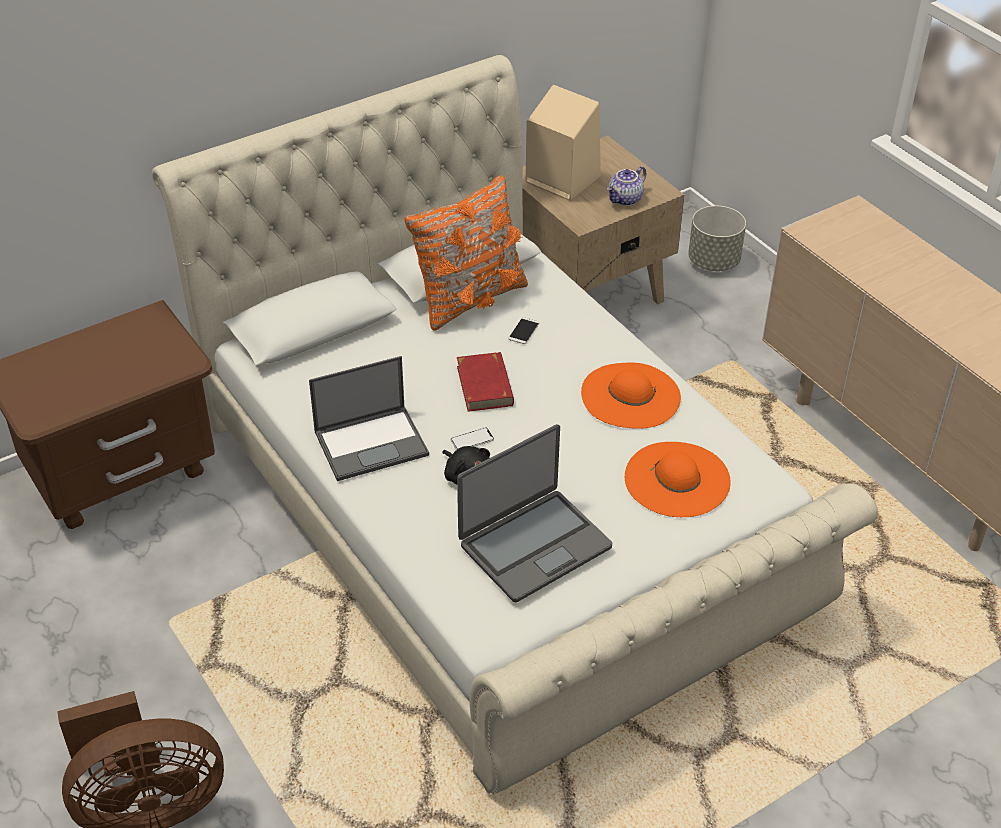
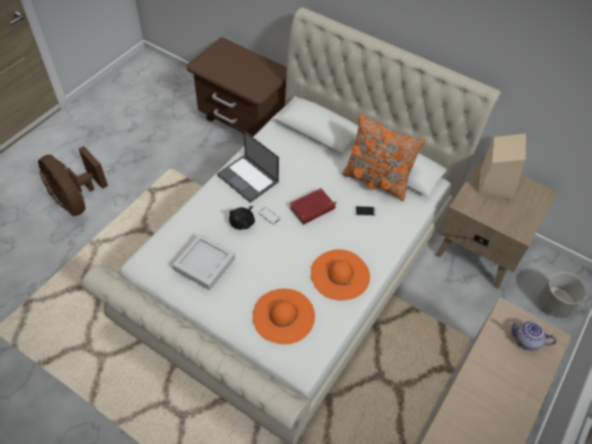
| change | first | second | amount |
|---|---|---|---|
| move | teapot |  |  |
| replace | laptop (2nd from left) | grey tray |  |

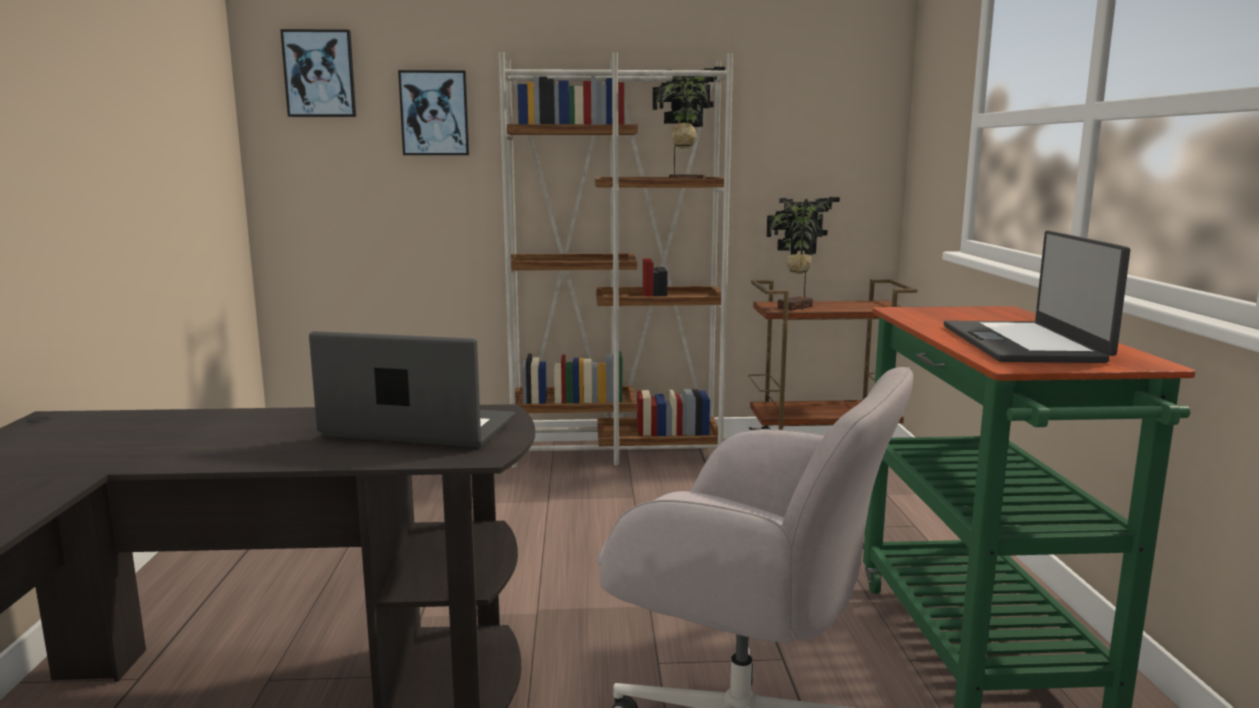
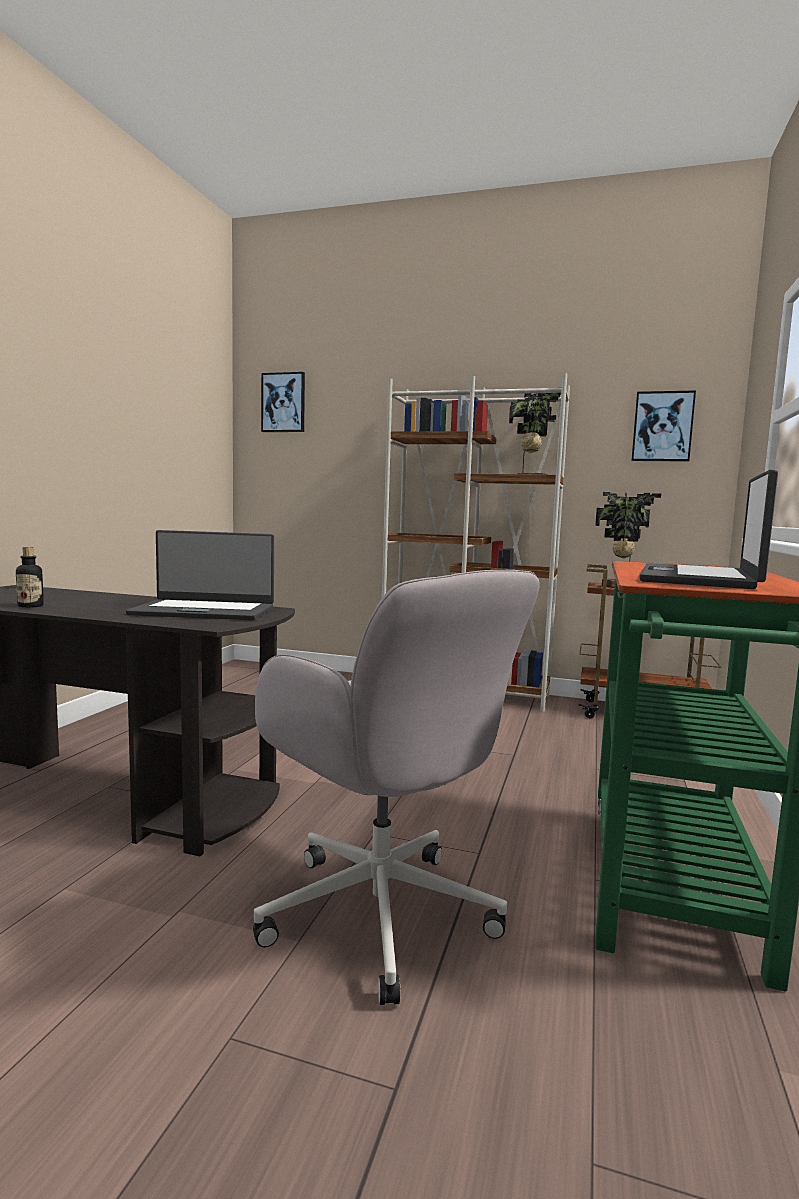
| change | first | second | amount |
|---|---|---|---|
| move | picture (2nd from left) |  |  |
| rotate | laptop (1st from left) |  | 150 degrees clockwise |
| insert |  | bottle |  |

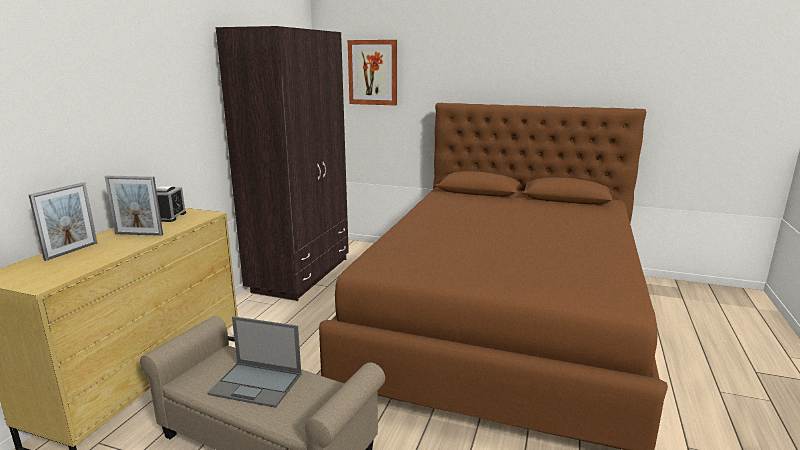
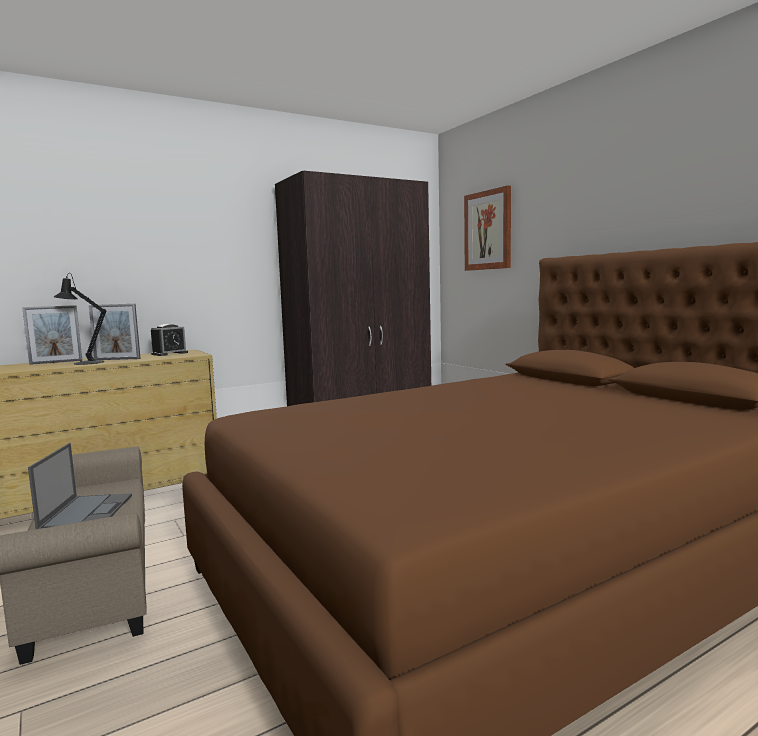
| change | first | second | amount |
|---|---|---|---|
| rotate | picture frame (2nd from left) |  | 45 degrees counterclockwise |
| rotate | laptop |  | 150 degrees counterclockwise |
| insert |  | black table lamp |  |

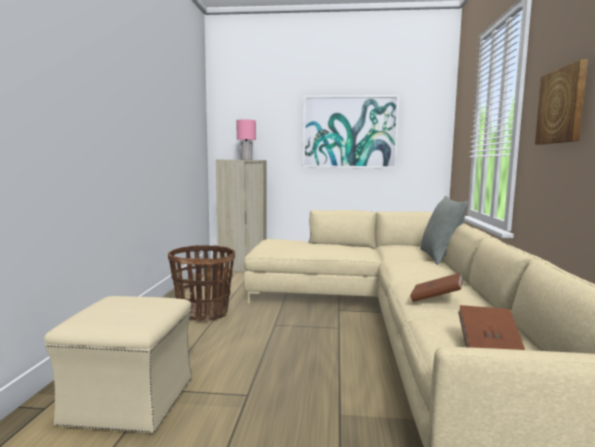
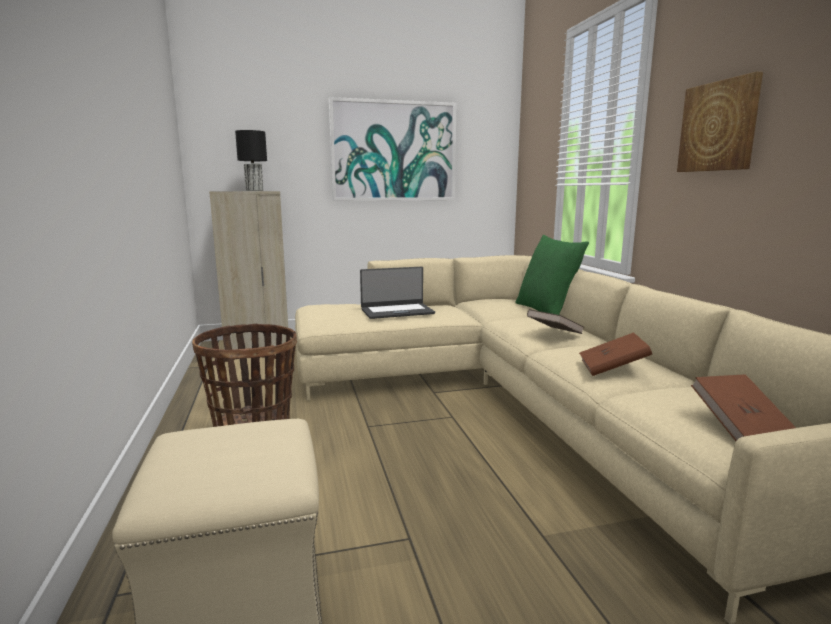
| change | first | second | amount |
|---|---|---|---|
| recolor | pink table lamp | black table lamp |  |
| recolor | grey pillow | green pillow |  |
| insert |  | laptop |  |
| insert |  | brown book (1st from left) |  |

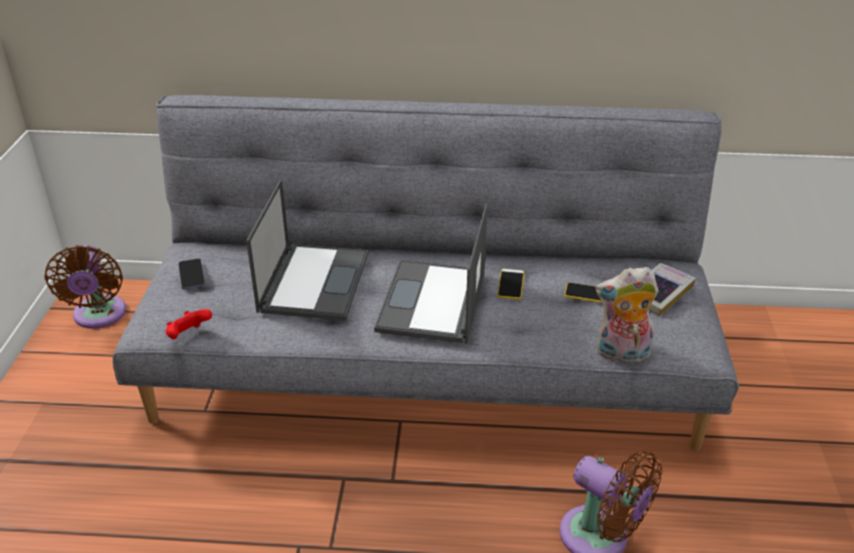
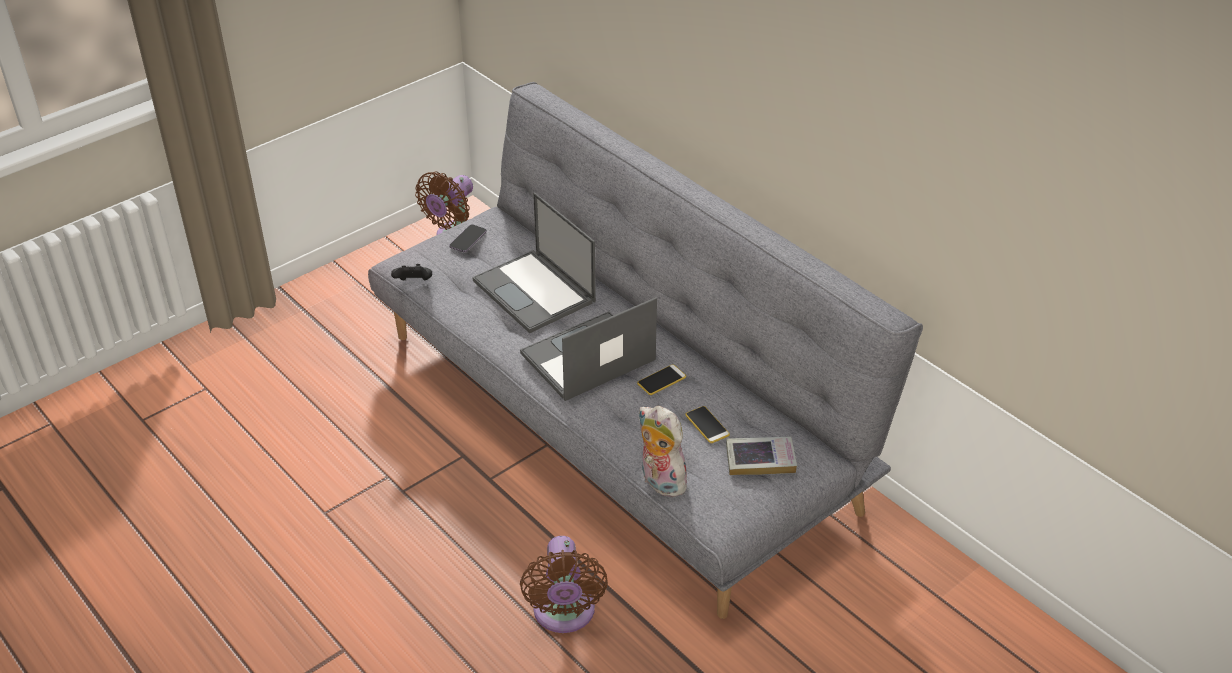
| change | first | second | amount |
|---|---|---|---|
| rotate | laptop (1st from left) |  | 90 degrees clockwise |
| recolor | red game controller | black game controller |  |

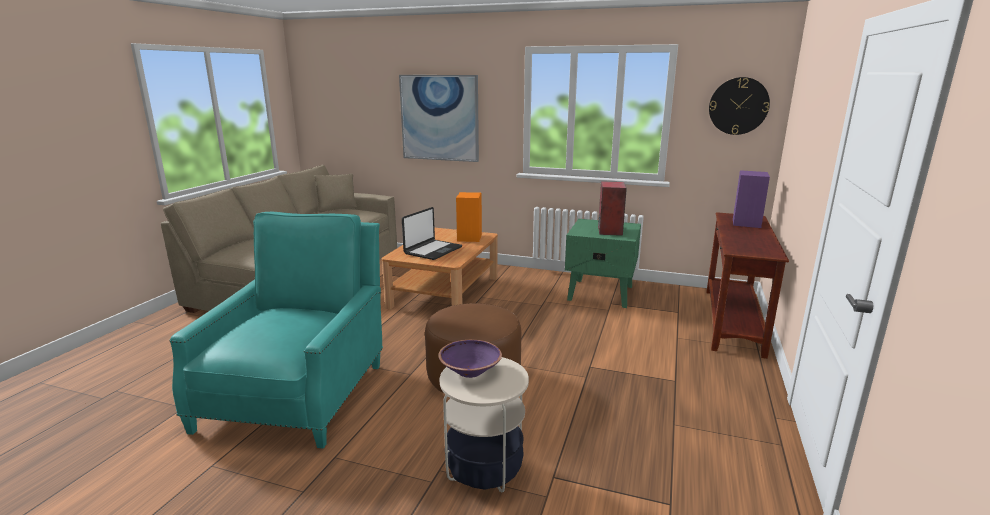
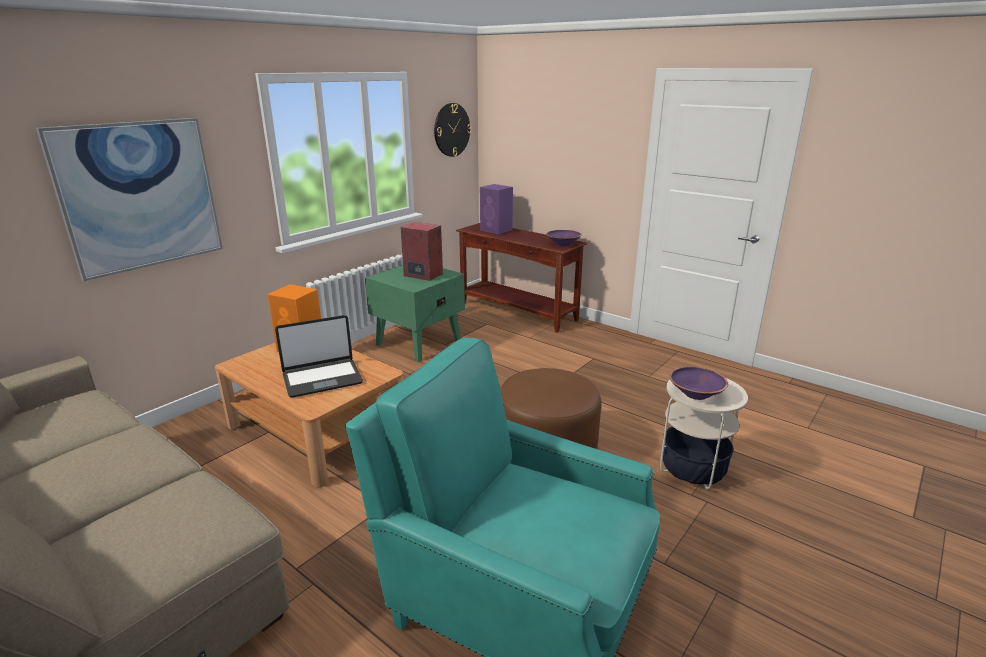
| change | first | second | amount |
|---|---|---|---|
| rotate | laptop |  | 105 degrees clockwise |
| insert |  | purple bowl (1st from left) |  |

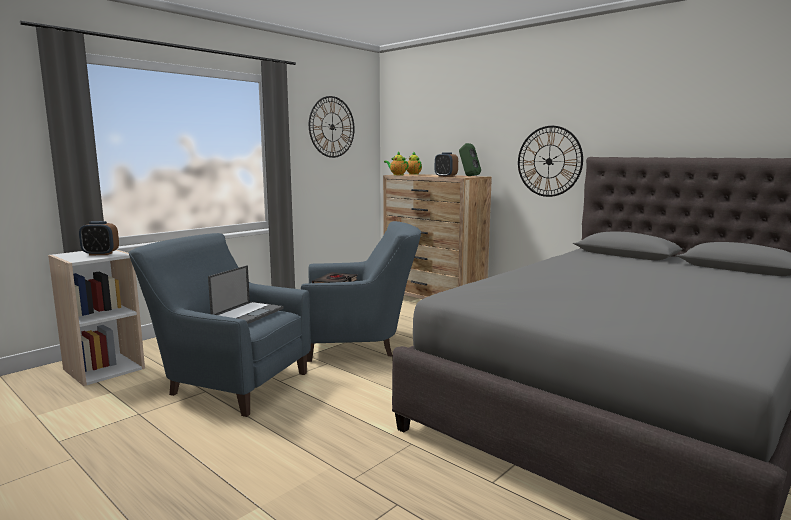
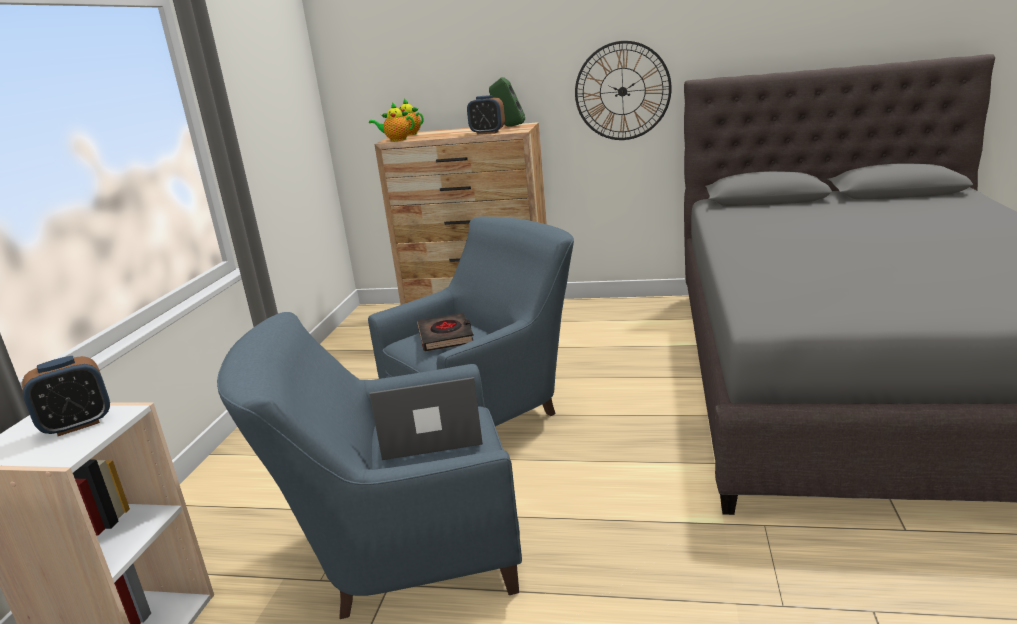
| change | first | second | amount |
|---|---|---|---|
| delete | wall clock (1st from left) |  |  |
| rotate | laptop |  | 90 degrees counterclockwise |

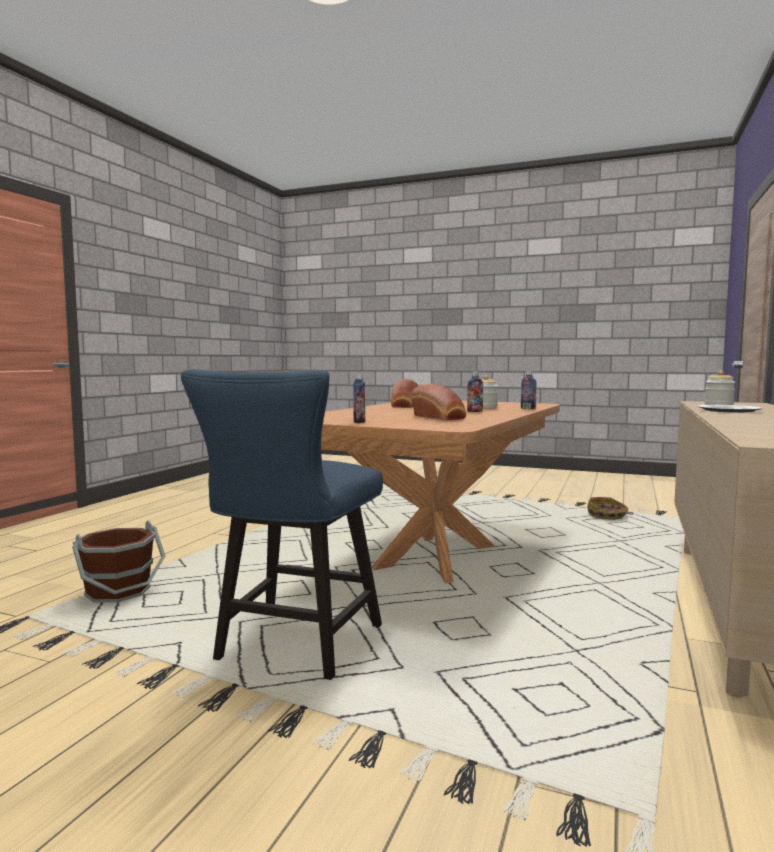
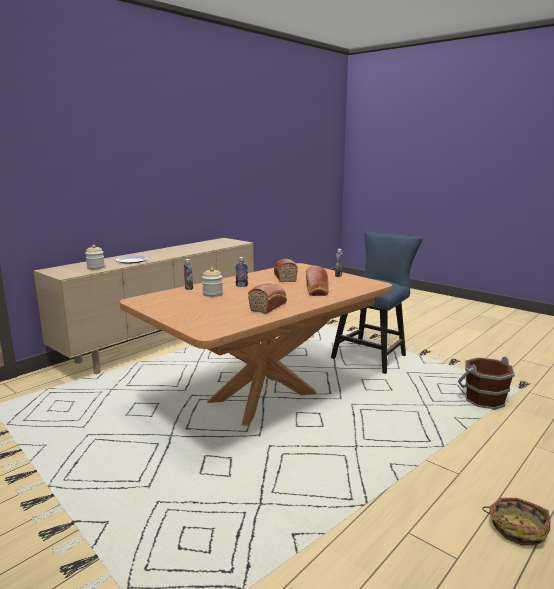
| change | first | second | amount |
|---|---|---|---|
| move | basket |  |  |
| insert |  | bread (3rd from left) |  |

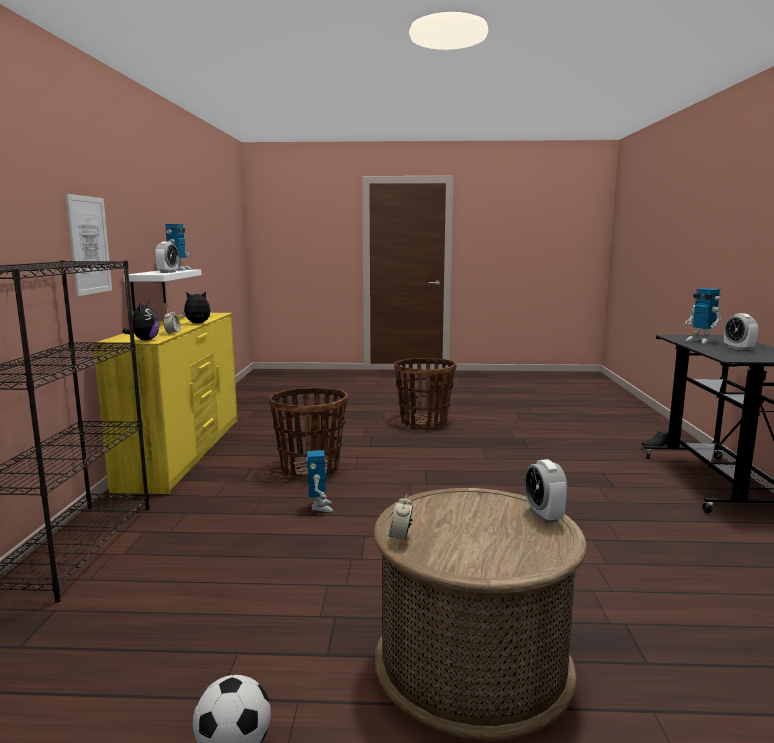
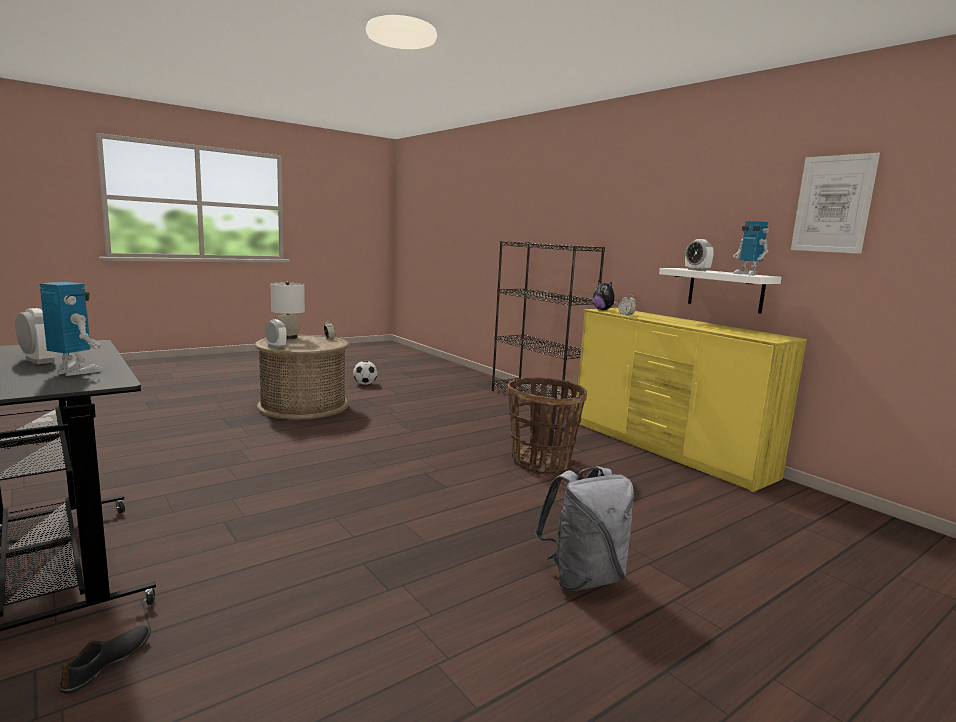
| change | first | second | amount |
|---|---|---|---|
| move | picture |  |  |
| delete | plush toy (2nd from left) |  |  |
| replace | basket (2nd from left) | grey backpack |  |
| delete | toy robot (2nd from left) |  |  |
| insert |  | white table lamp |  |

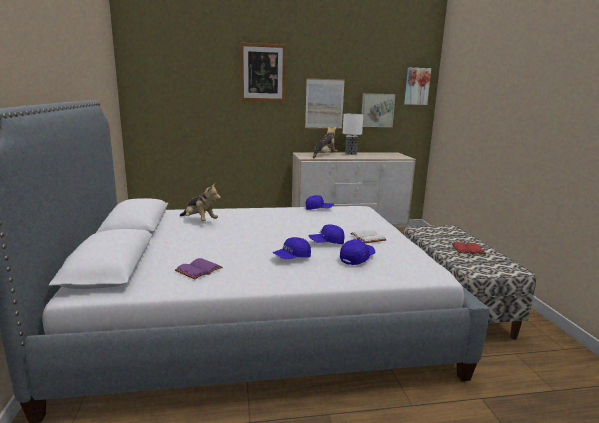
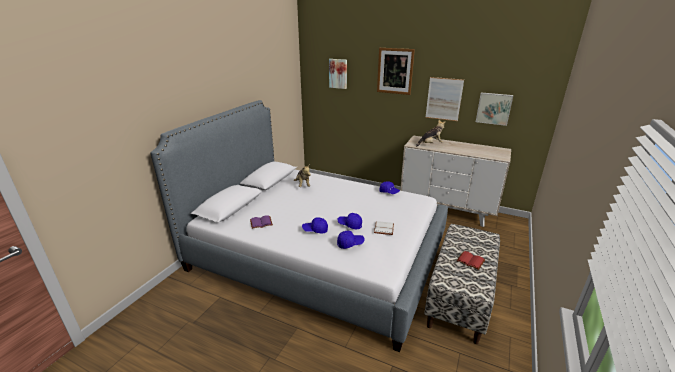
| change | first | second | amount |
|---|---|---|---|
| move | picture (4th from left in the first image) | picture (1st from left) |  |
| delete | table lamp |  |  |

